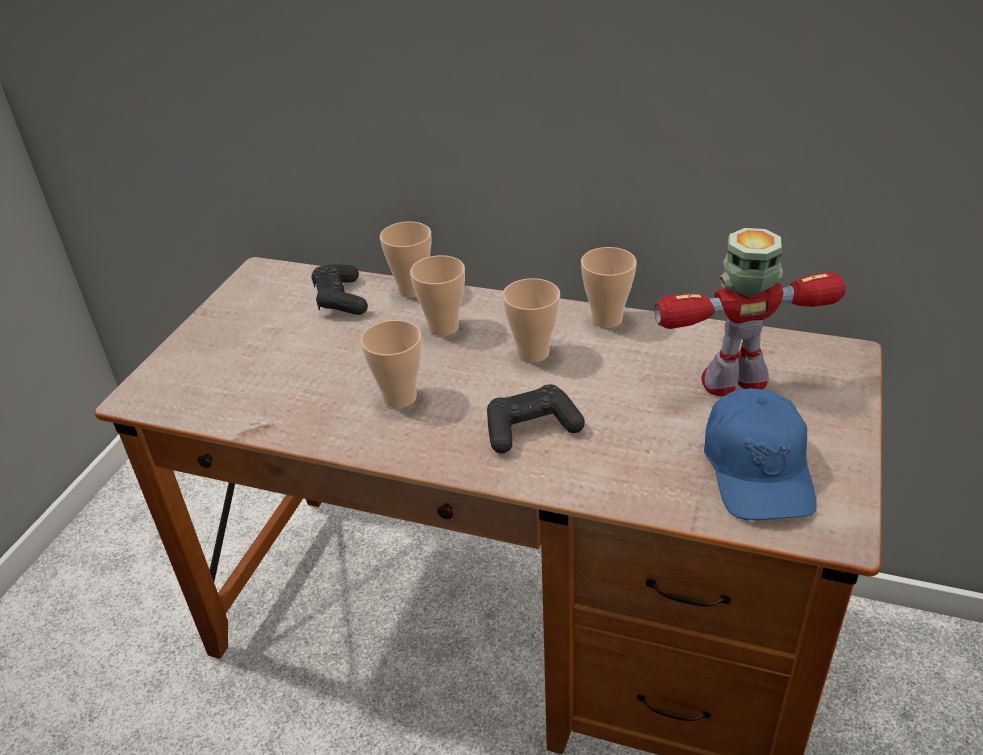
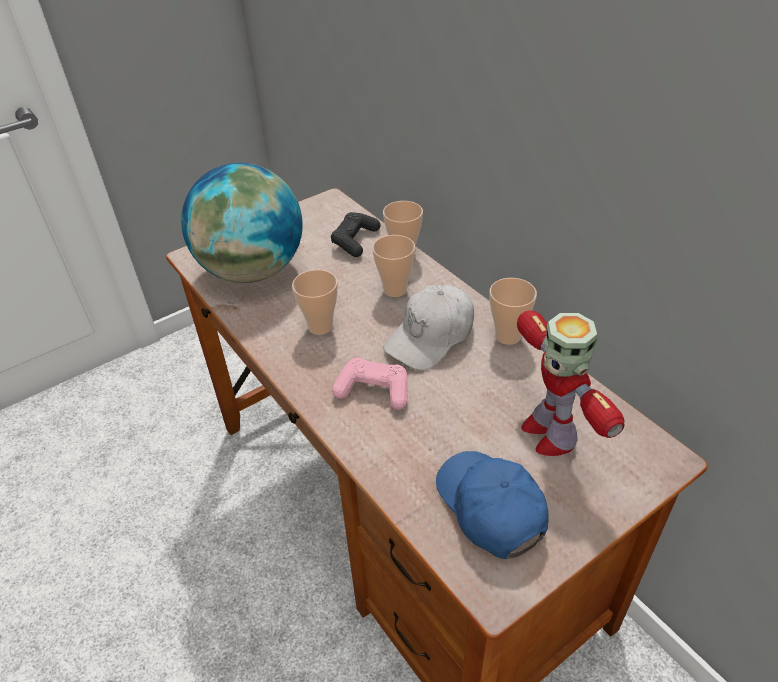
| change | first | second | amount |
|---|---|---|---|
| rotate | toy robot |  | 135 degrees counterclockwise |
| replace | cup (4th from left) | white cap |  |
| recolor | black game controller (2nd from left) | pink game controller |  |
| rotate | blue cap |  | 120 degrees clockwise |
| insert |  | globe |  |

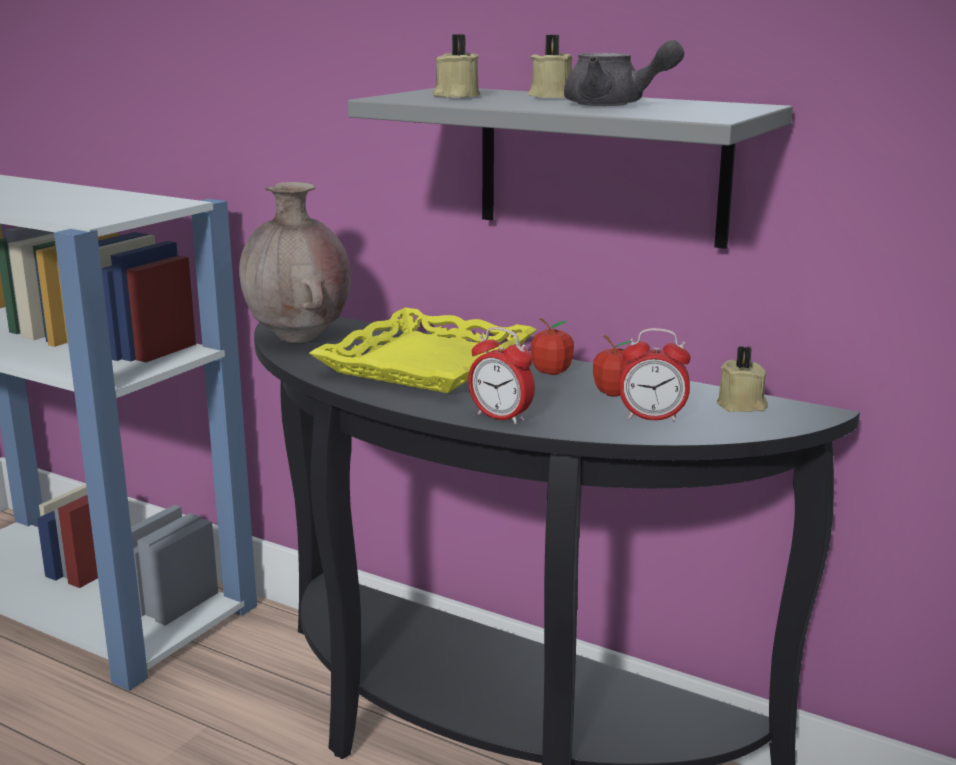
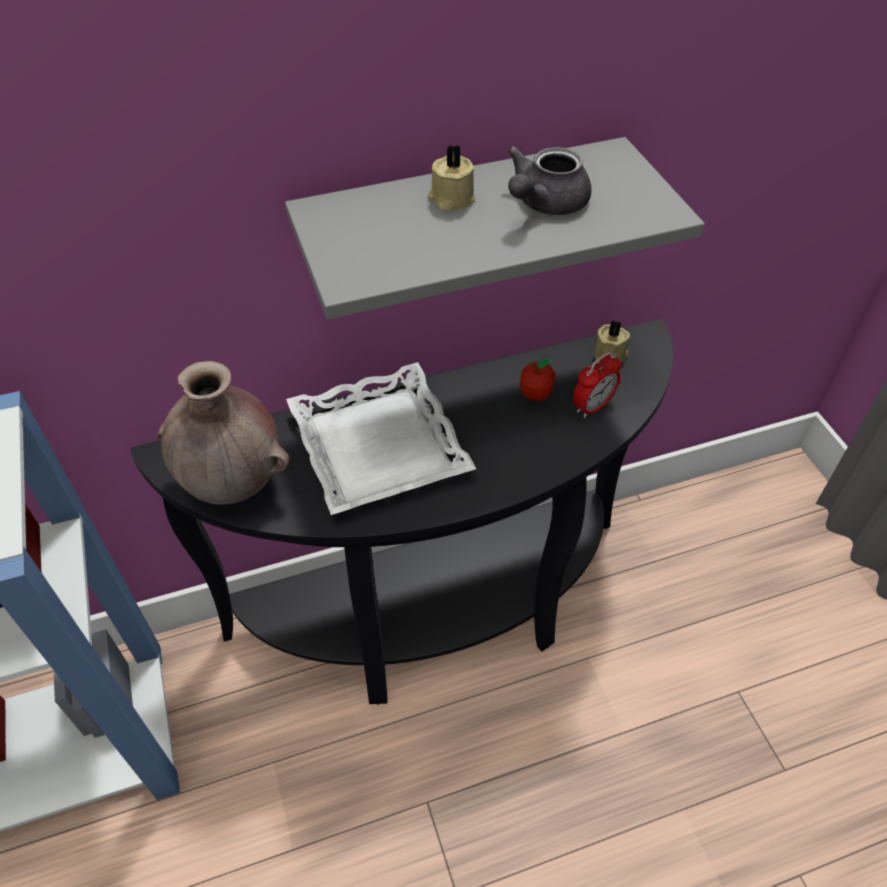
| change | first | second | amount |
|---|---|---|---|
| delete | beige candle (1st from left) |  |  |
| rotate | grey teapot |  | 150 degrees clockwise |
| recolor | yellow tray | white tray |  |
| delete | apple (1st from left) |  |  |
| delete | alarm clock (1st from left) |  |  |

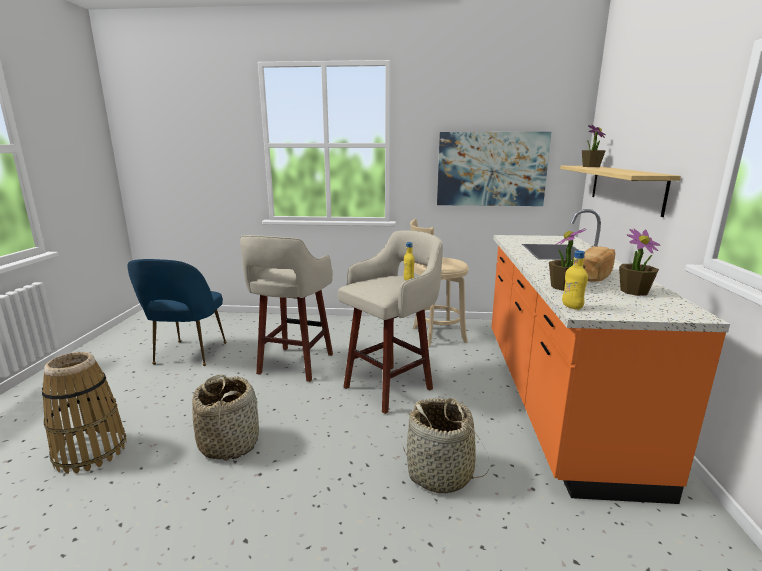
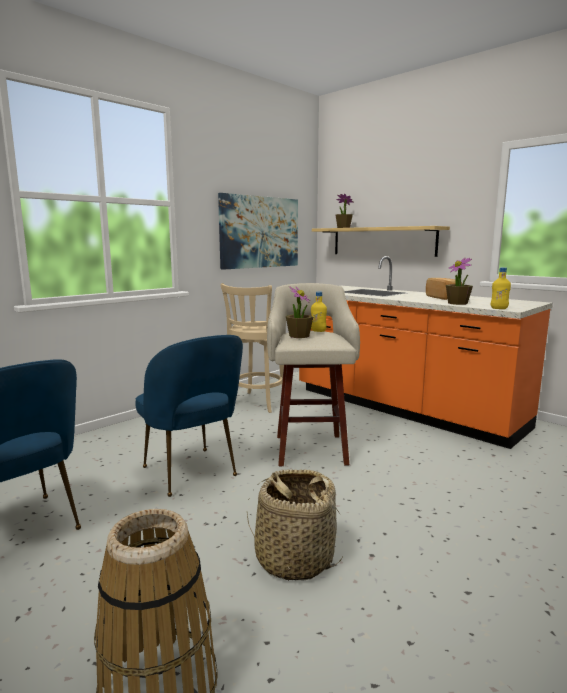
| change | first | second | amount |
|---|---|---|---|
| move | potted plant (3rd from left in the first image) | potted plant (1st from left) |  |
| replace | beige stool (1st from left) | blue chair (2nd from left) |  |
| delete | basket (3rd from left) |  |  |

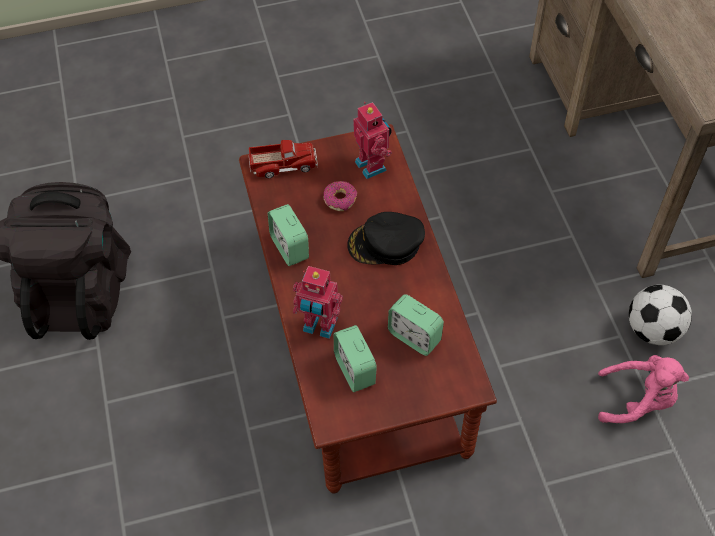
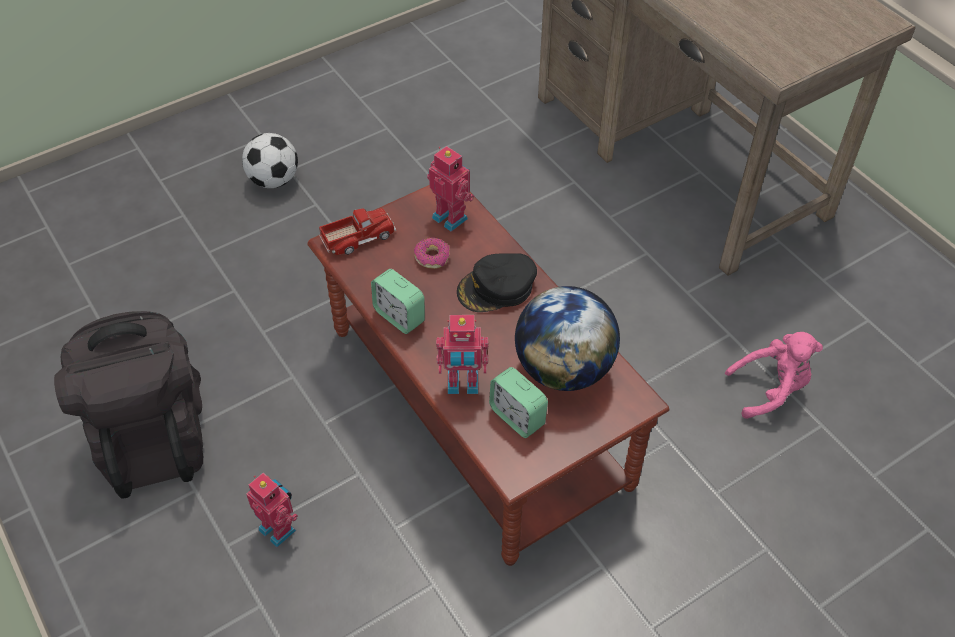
| change | first | second | amount |
|---|---|---|---|
| move | football |  |  |
| replace | alarm clock (3rd from left) | globe |  |
| insert |  | toy robot (1st from left) |  |

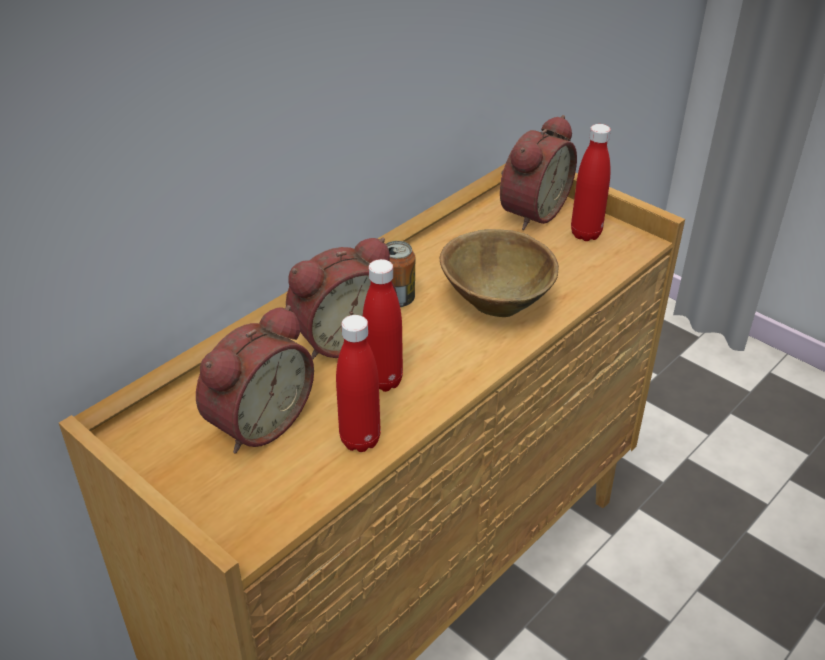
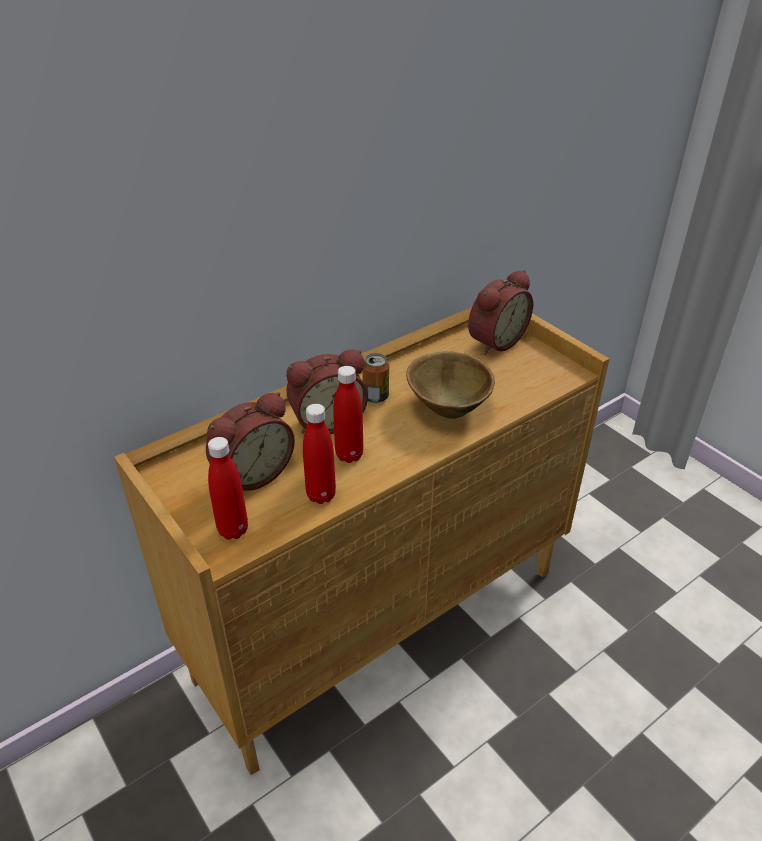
| change | first | second | amount |
|---|---|---|---|
| move | red bottle (3rd from left in the first image) | red bottle (1st from left) |  |

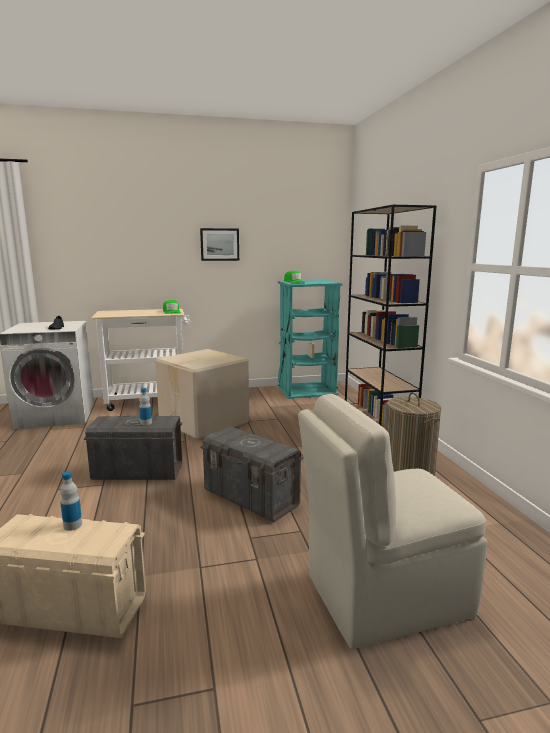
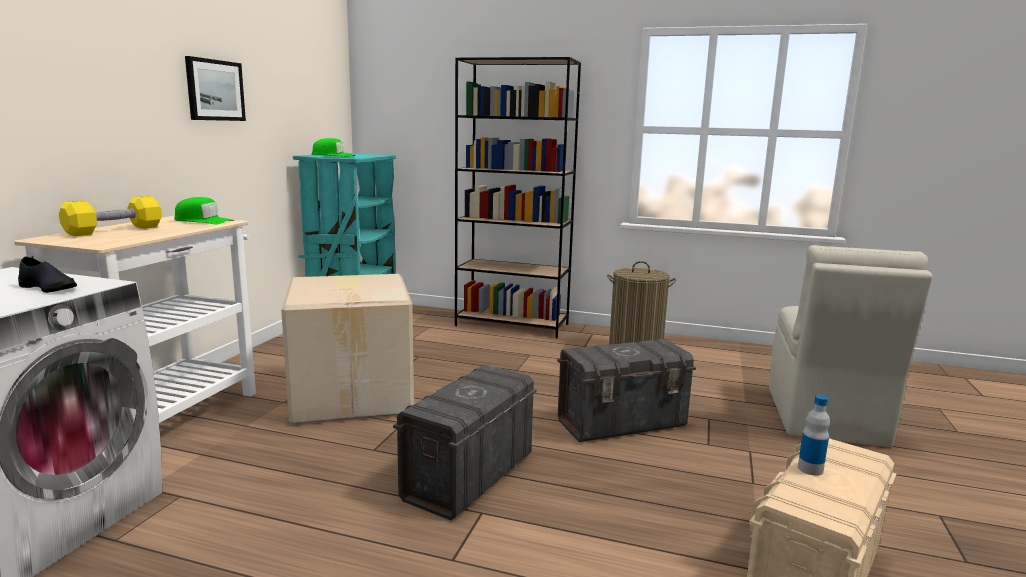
| change | first | second | amount |
|---|---|---|---|
| delete | bottle (2nd from left) |  |  |
| insert |  | yellow dumbbell |  |

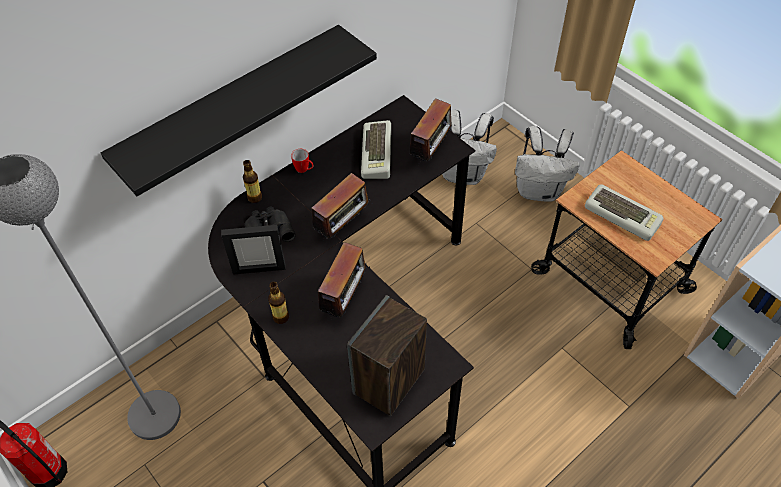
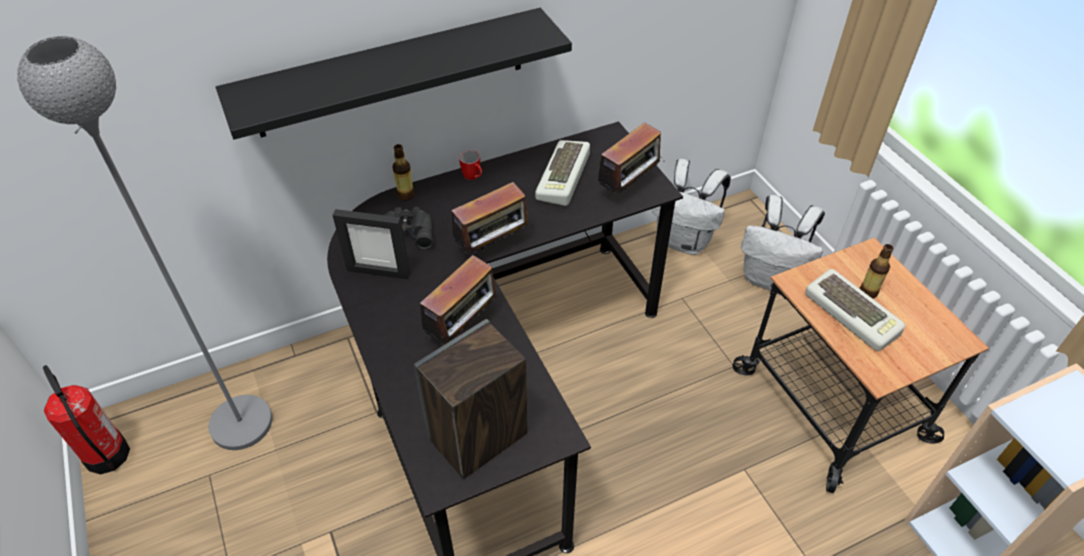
| change | first | second | amount |
|---|---|---|---|
| move | bottle (2nd from left) |  |  |

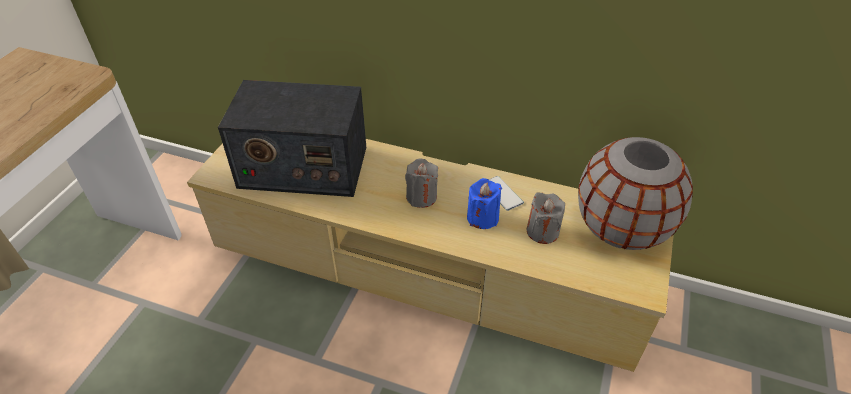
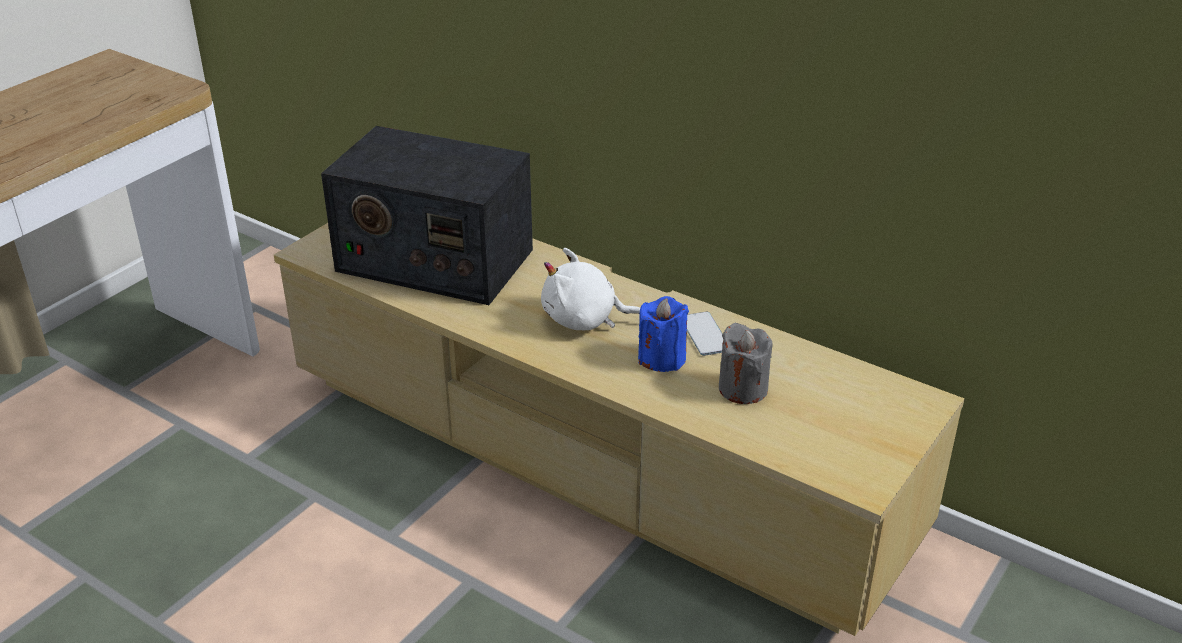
| change | first | second | amount |
|---|---|---|---|
| delete | grey vase |  |  |
| replace | grey candle (1st from left) | white plush toy |  |

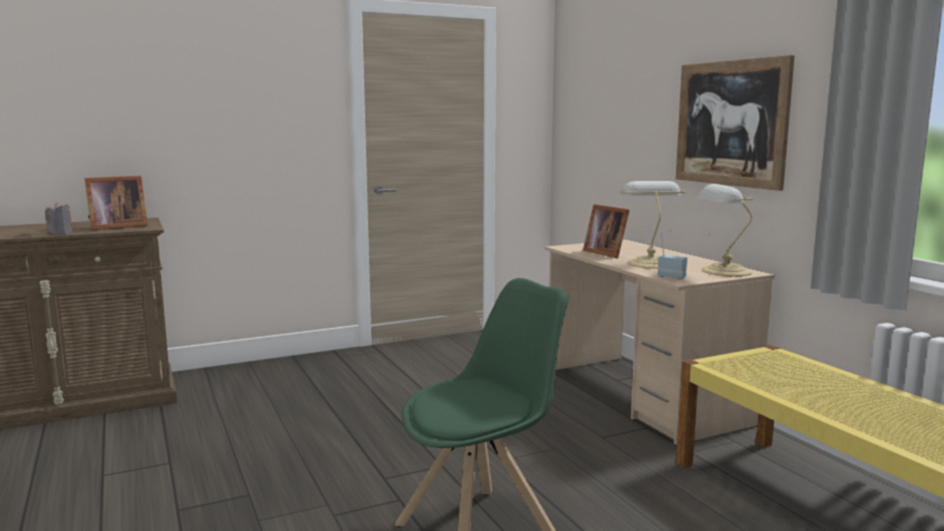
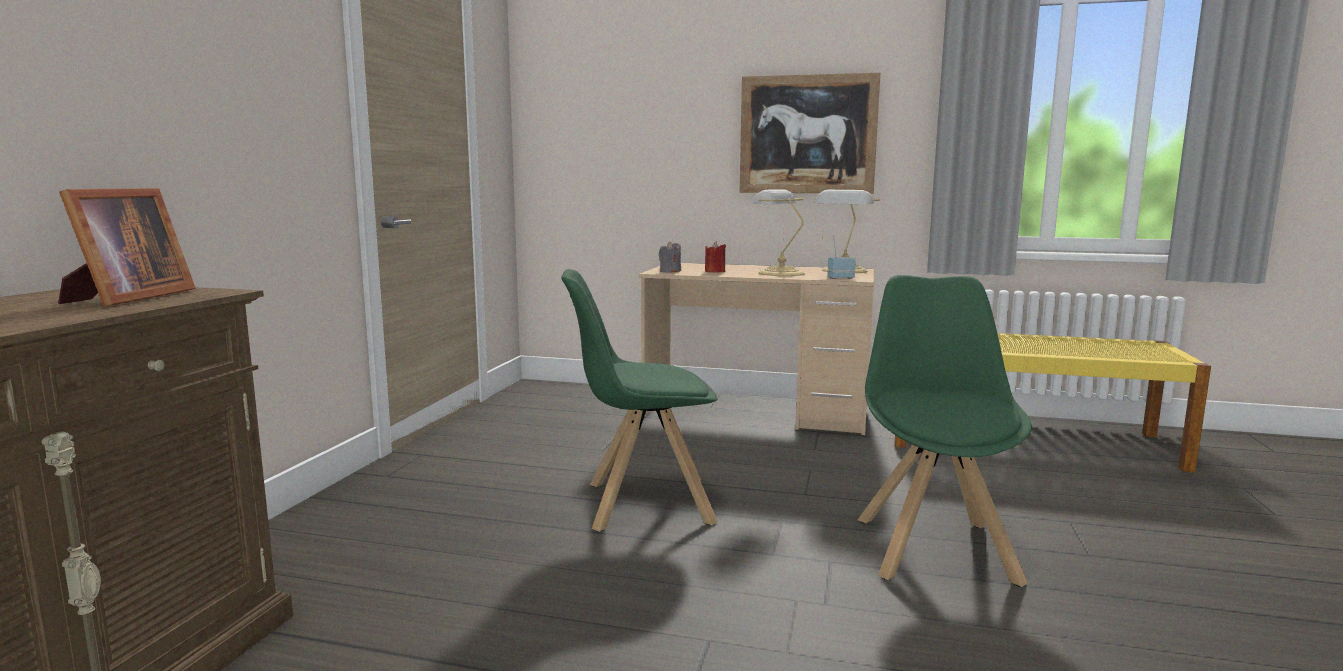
| change | first | second | amount |
|---|---|---|---|
| move | grey candle |  |  |
| replace | picture frame (2nd from left) | red candle |  |
| insert |  | green chair (1st from left) |  |

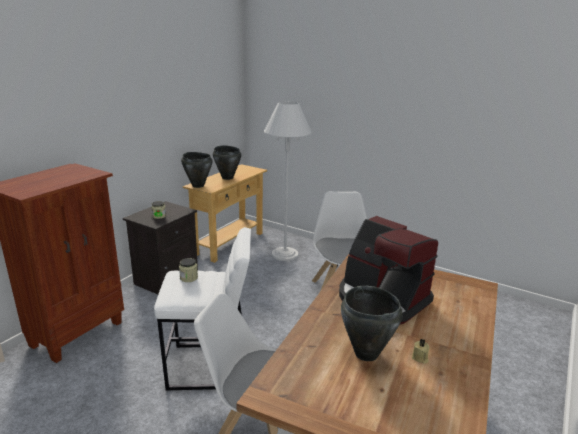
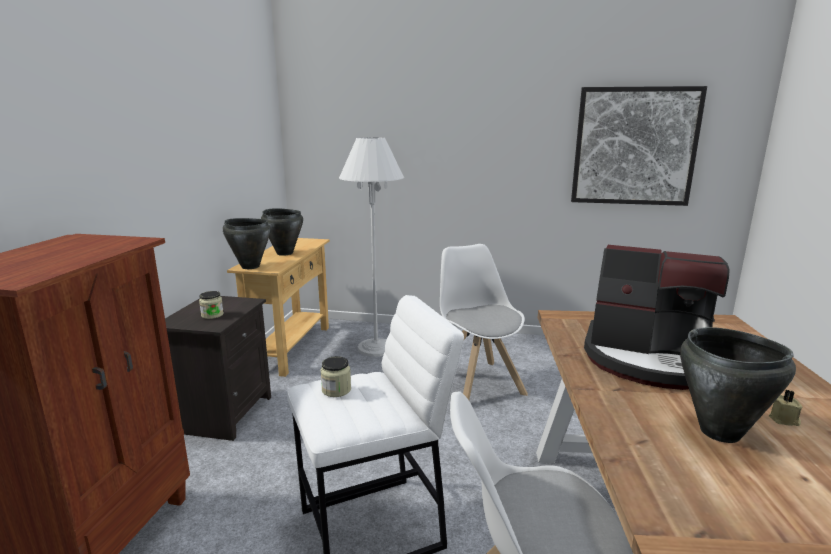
| change | first | second | amount |
|---|---|---|---|
| insert |  | picture |  |

